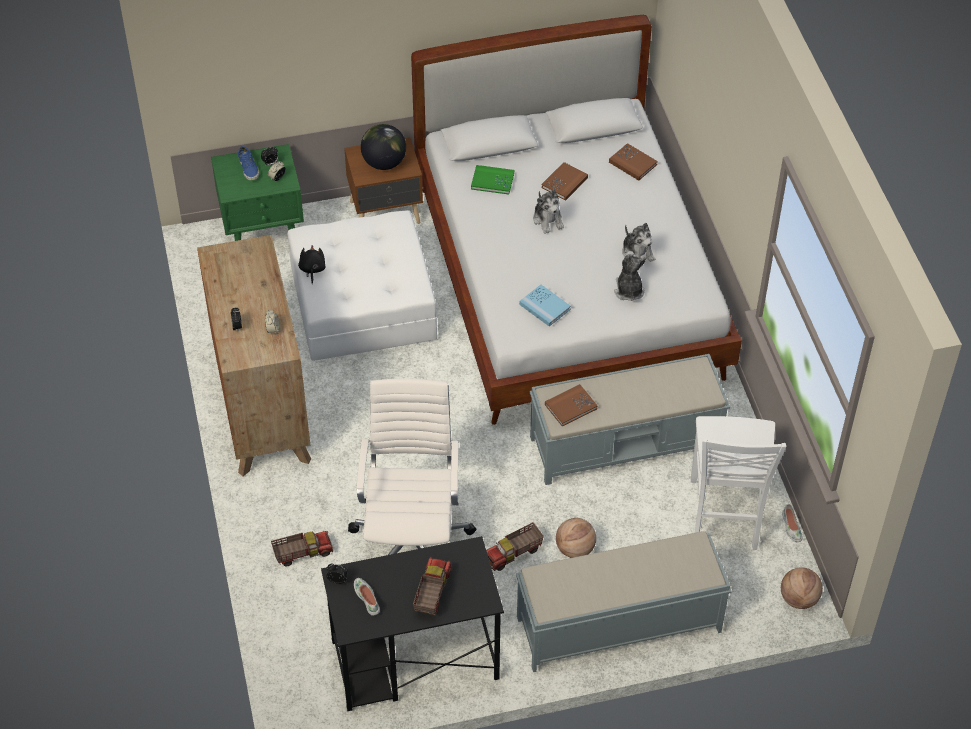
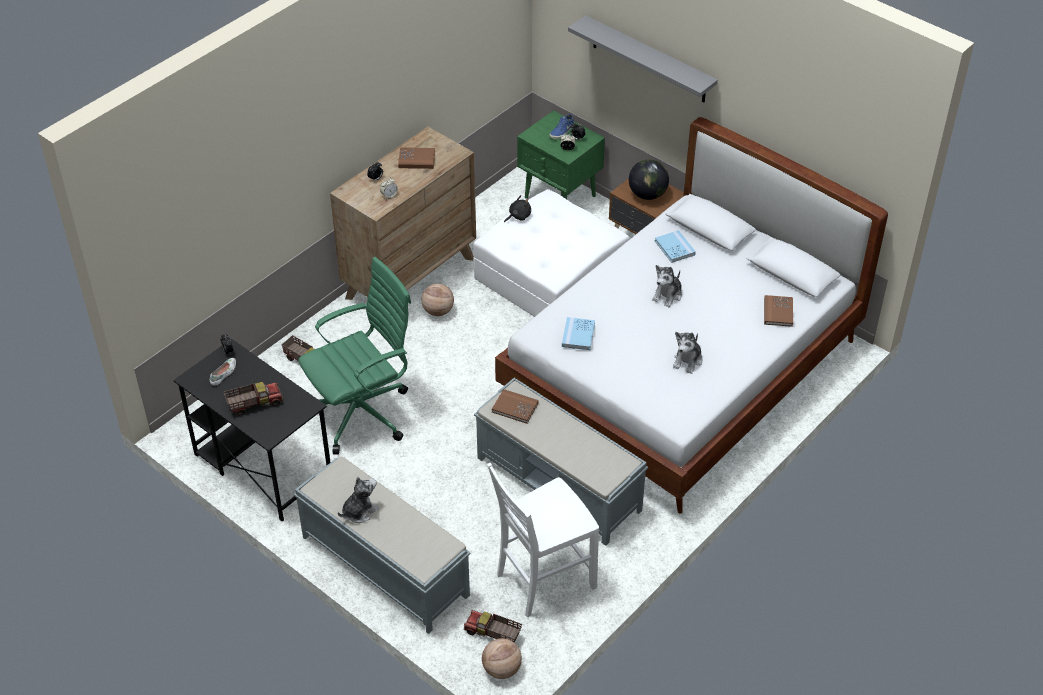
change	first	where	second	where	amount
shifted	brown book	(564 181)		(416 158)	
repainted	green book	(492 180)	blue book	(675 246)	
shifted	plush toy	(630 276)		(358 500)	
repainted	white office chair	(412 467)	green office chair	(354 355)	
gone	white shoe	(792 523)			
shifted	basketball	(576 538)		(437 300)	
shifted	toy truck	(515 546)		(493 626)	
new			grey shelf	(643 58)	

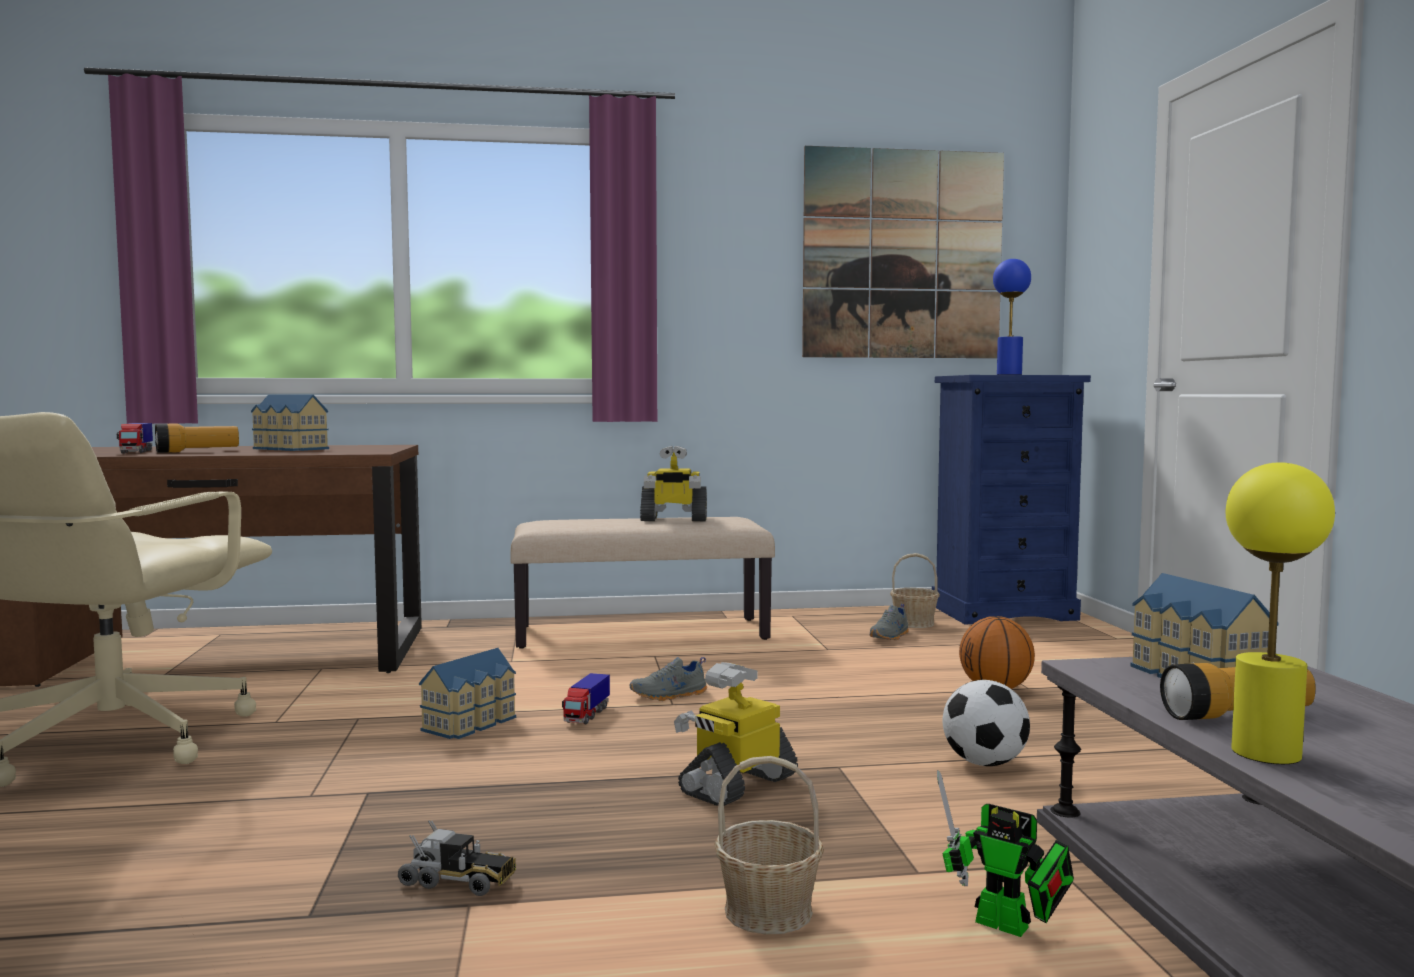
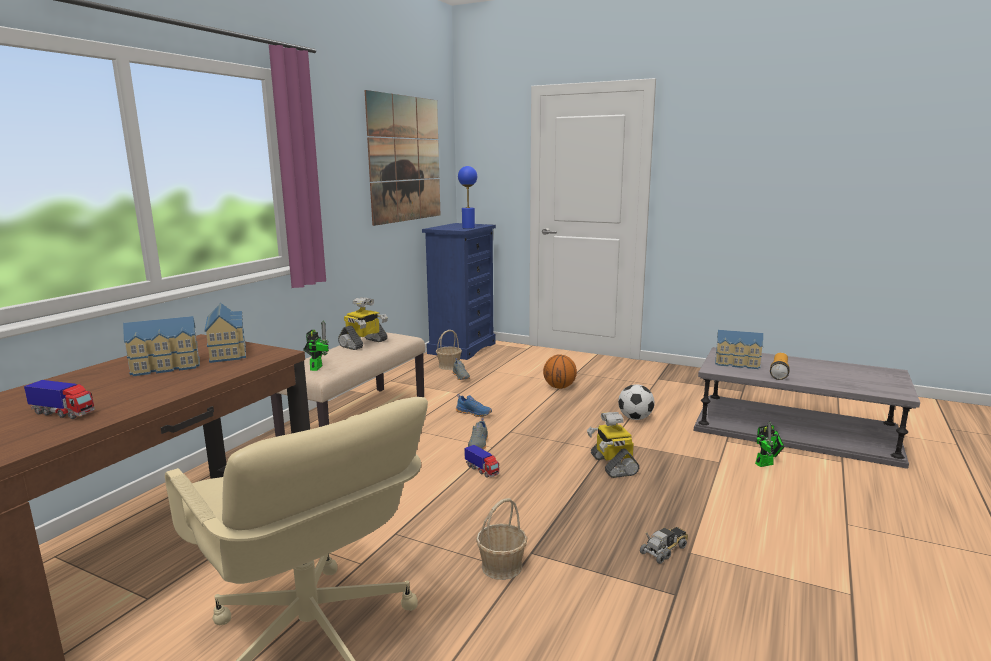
change	first	where	second	where	amount
gone	flashlight	(197 438)			
gone	yellow table lamp	(1280 613)			
shifted	toy house	(467 693)		(225 333)	
shifted	basket	(769 845)		(501 539)	
new			toy robot	(316 346)	
new			blue shoe	(474 405)	

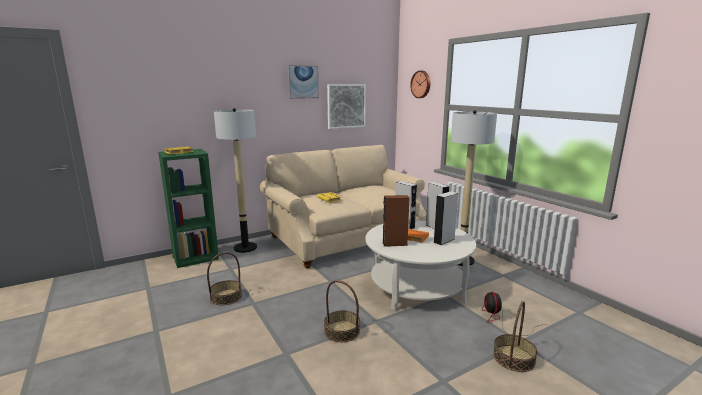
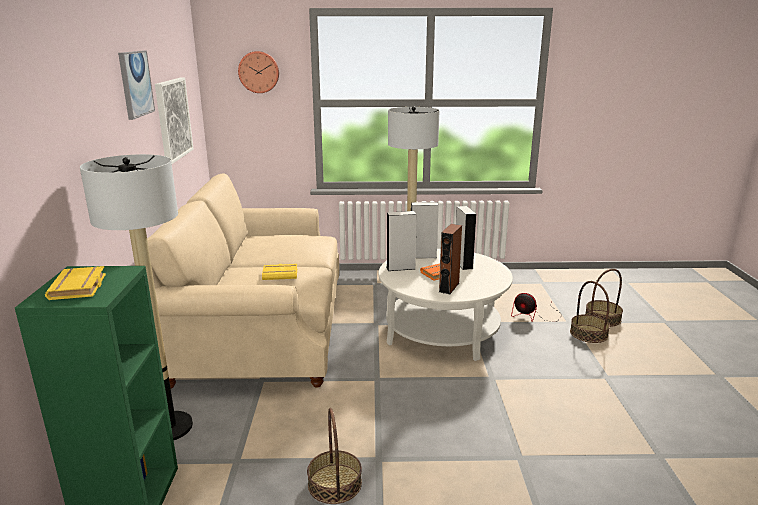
change	first	where	second	where	amount
shifted	basket	(342 311)		(604 298)	

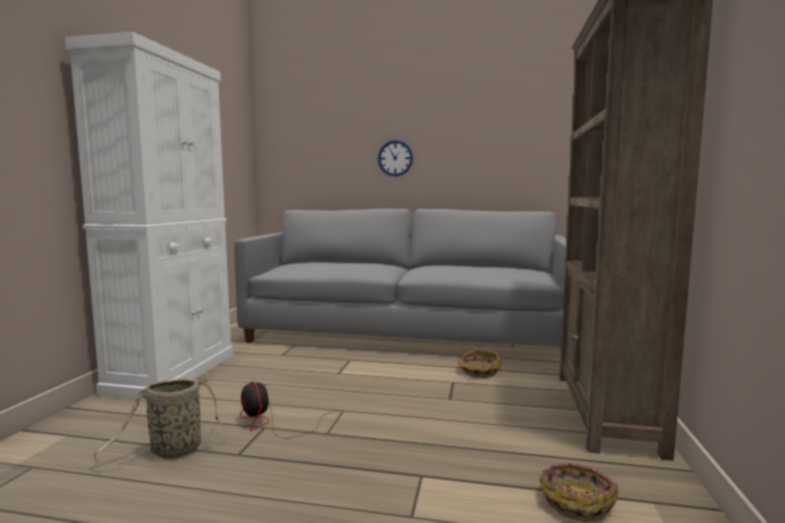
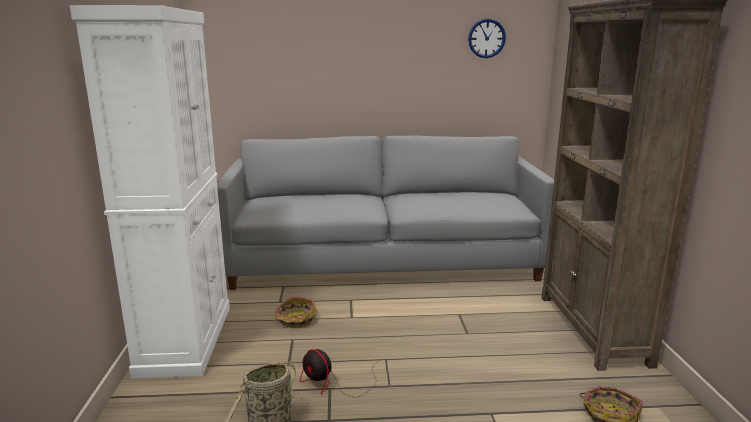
change	first	where	second	where	amount
shifted	wall clock	(395 158)		(487 38)	
shifted	basket	(480 363)		(296 312)	

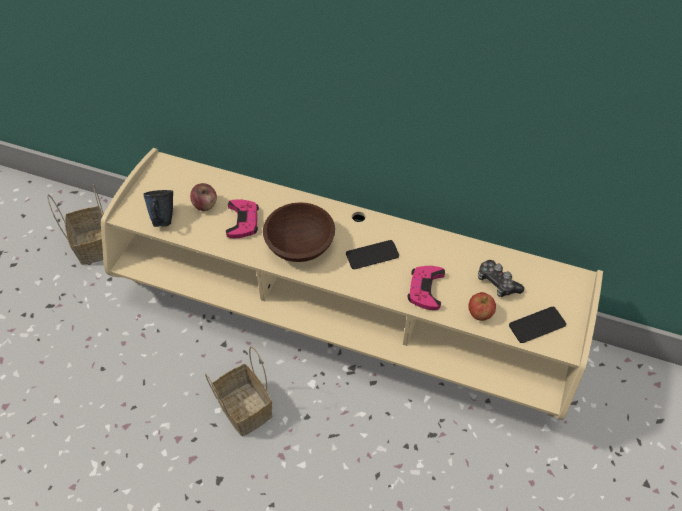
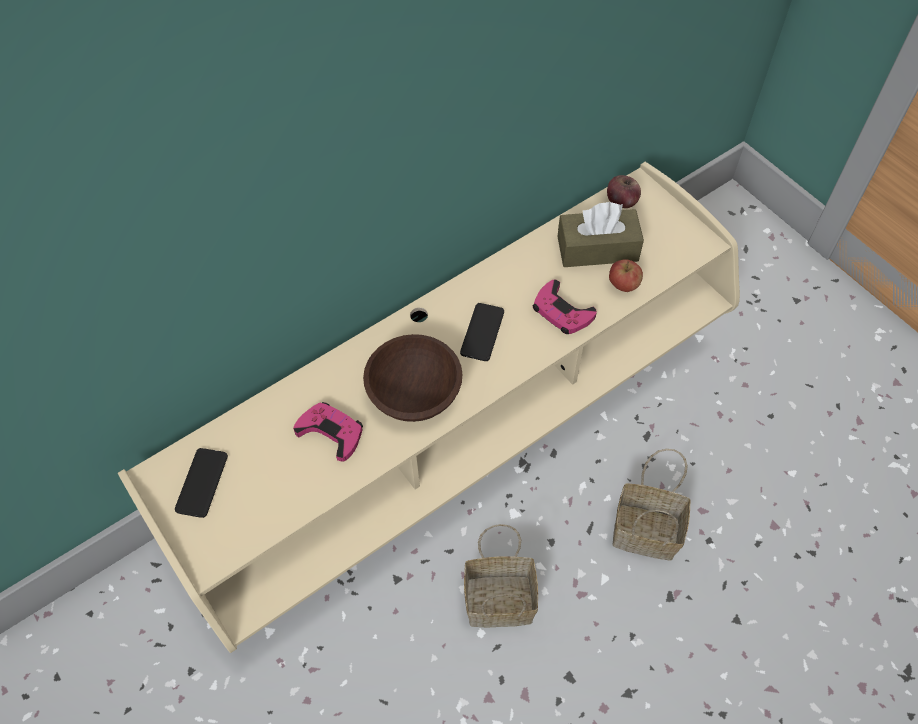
change	first	where	second	where	amount
shifted	apple	(203 197)		(624 191)	
shifted	basket	(75 224)		(651 505)	
gone	blue mug	(158 208)			
swapped	game controller	(501 278)	brown tissue box	(600 234)	
shifted	phone	(537 325)		(201 483)	

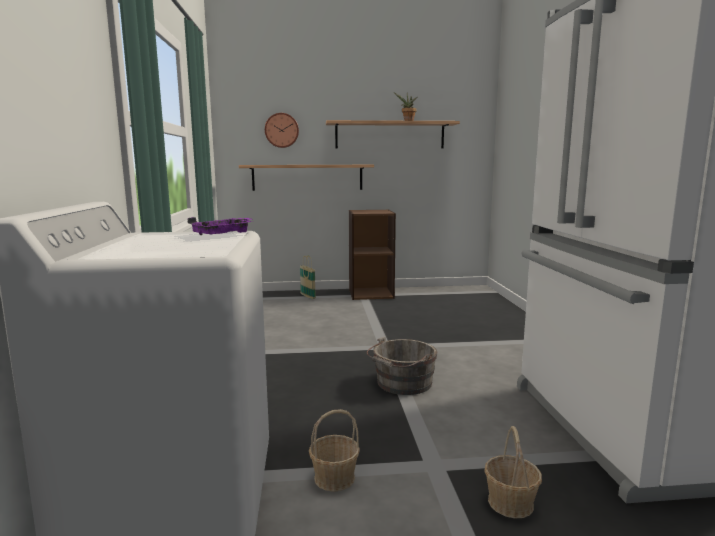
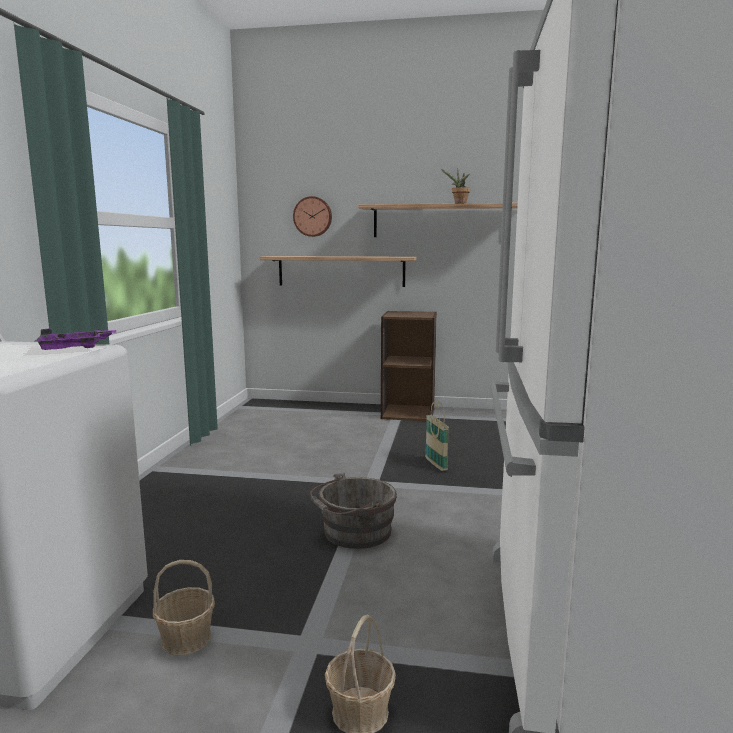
change	first	where	second	where	amount
shifted	basket	(308 277)		(437 436)	

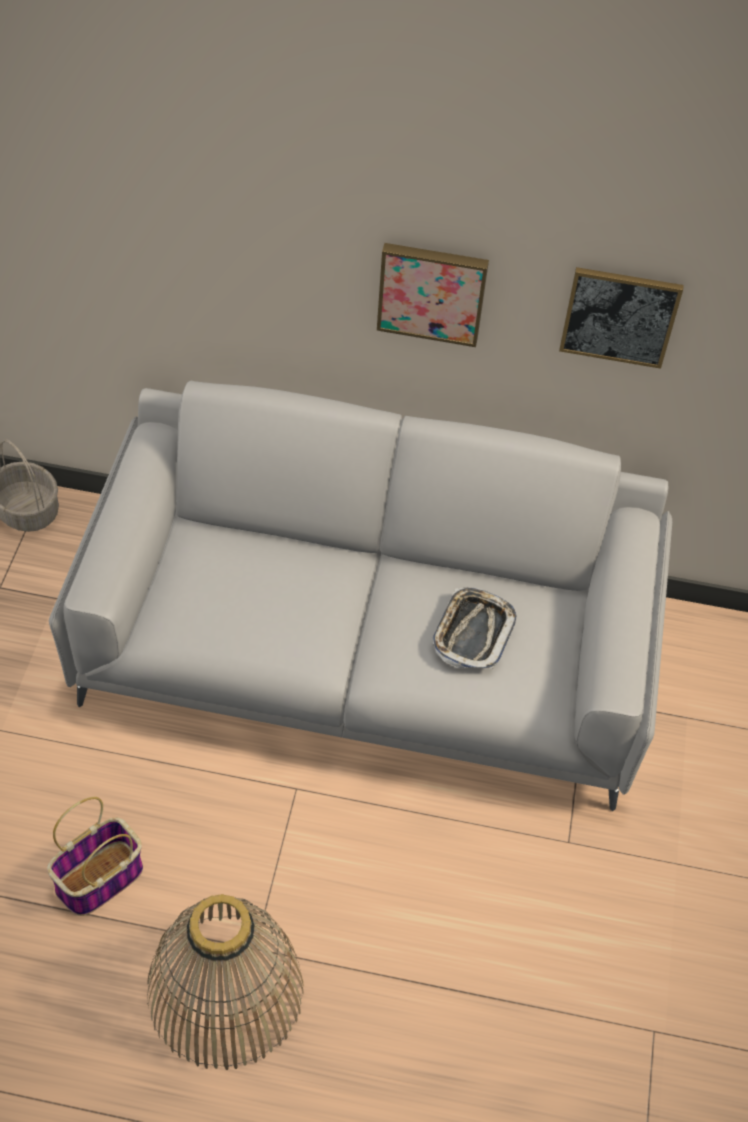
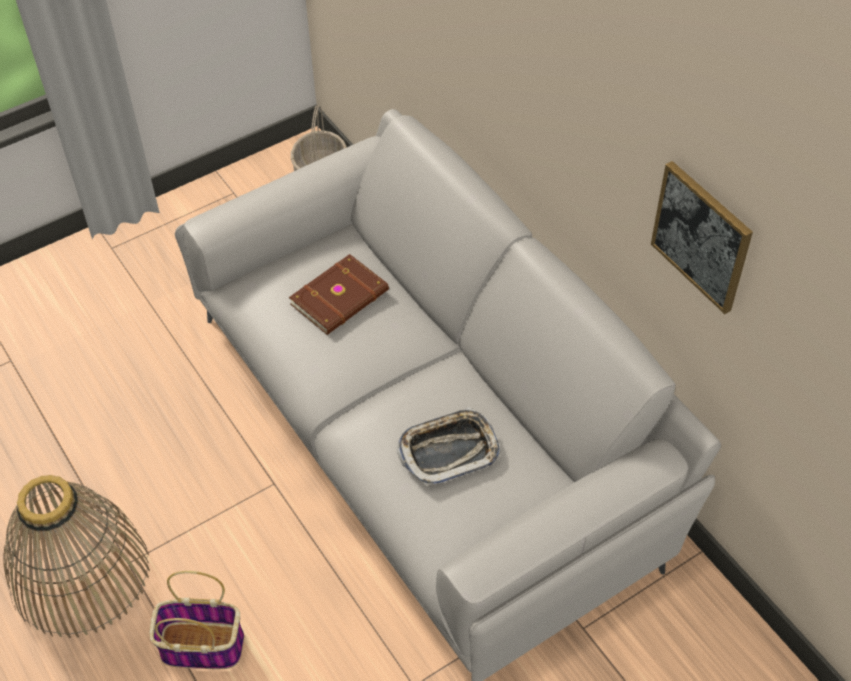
change	first	where	second	where	amount
gone	picture	(433 295)			
shifted	basket	(95 856)		(196 620)	
new			brown book	(339 294)	

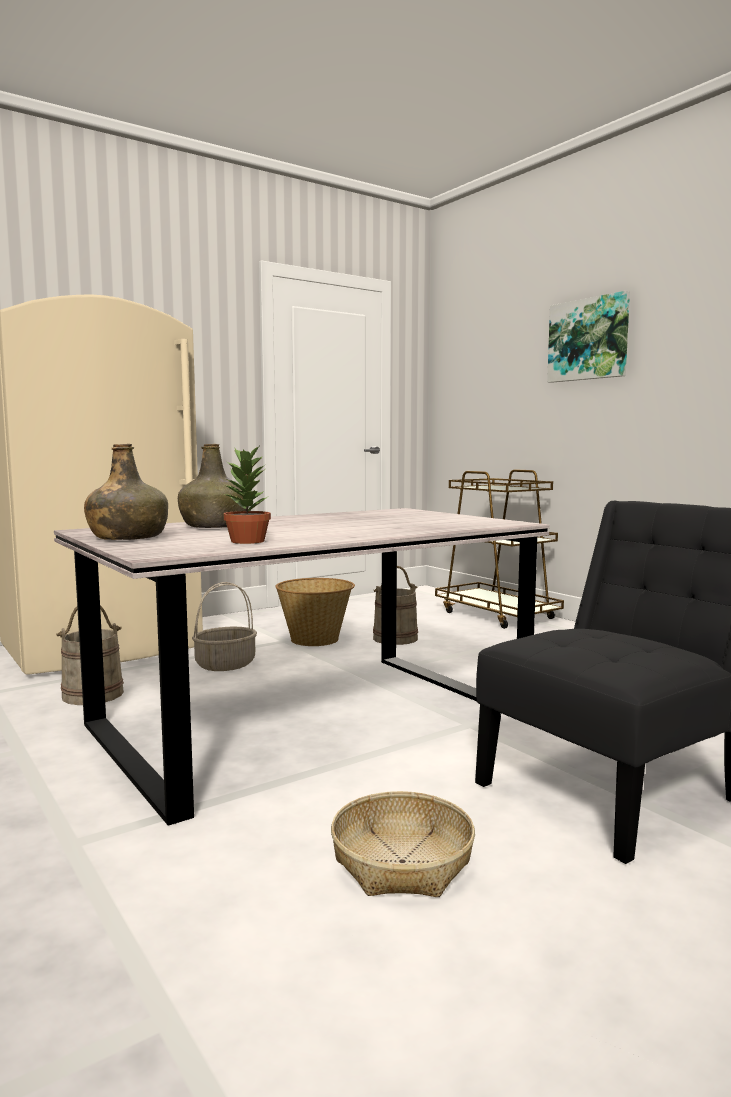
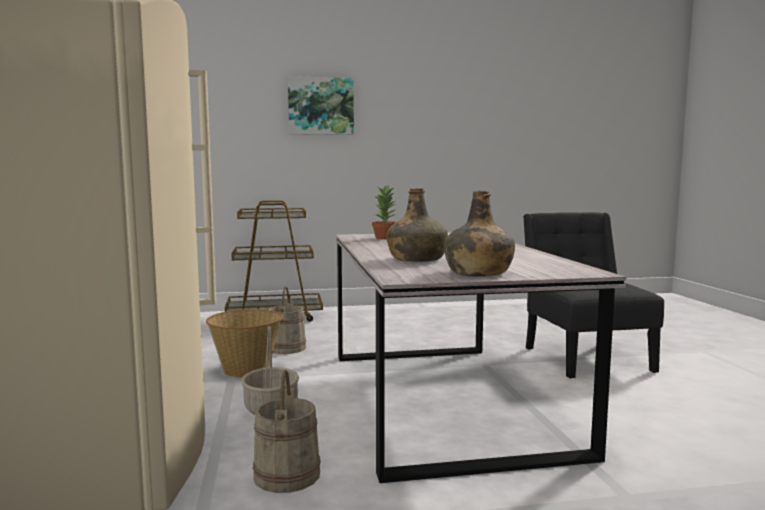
change	first	where	second	where	amount
shifted	potted plant	(247 494)		(384 212)	
gone	basket	(403 844)			

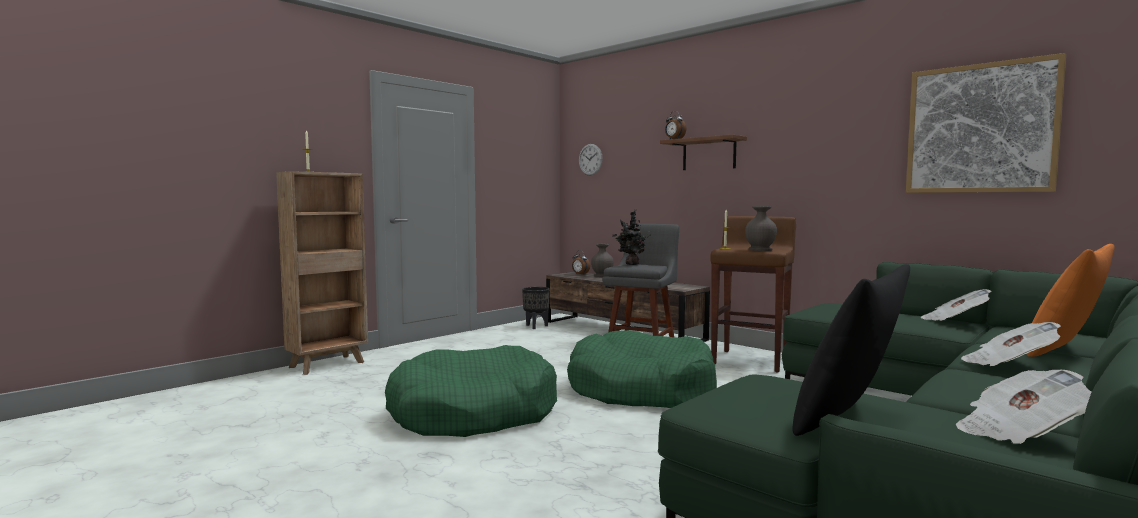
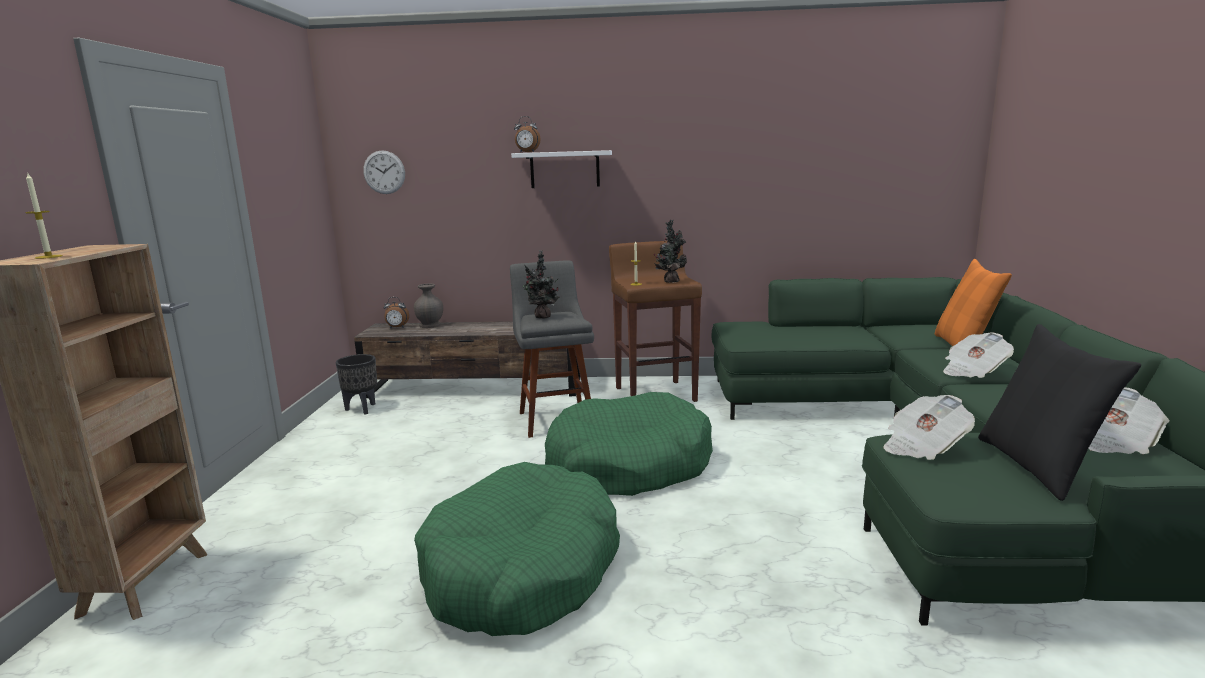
change	first	where	second	where	amount
gone	picture	(986 123)			
repainted	brown shelf	(703 152)	white shelf	(561 169)	
swapped	grey vase	(761 228)	potted plant	(671 251)	
shifted	newspaper	(956 305)		(929 427)	

